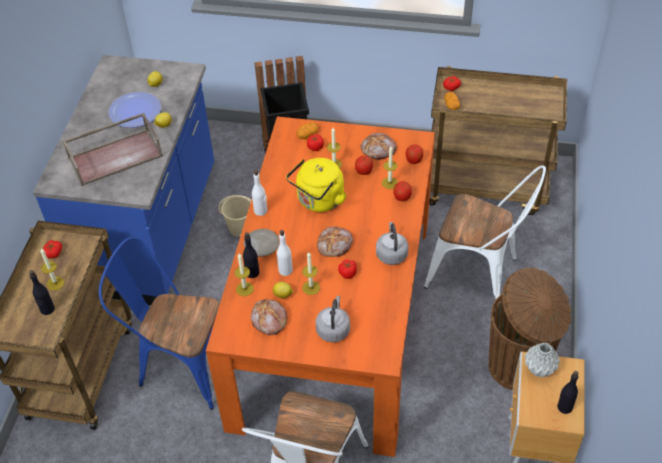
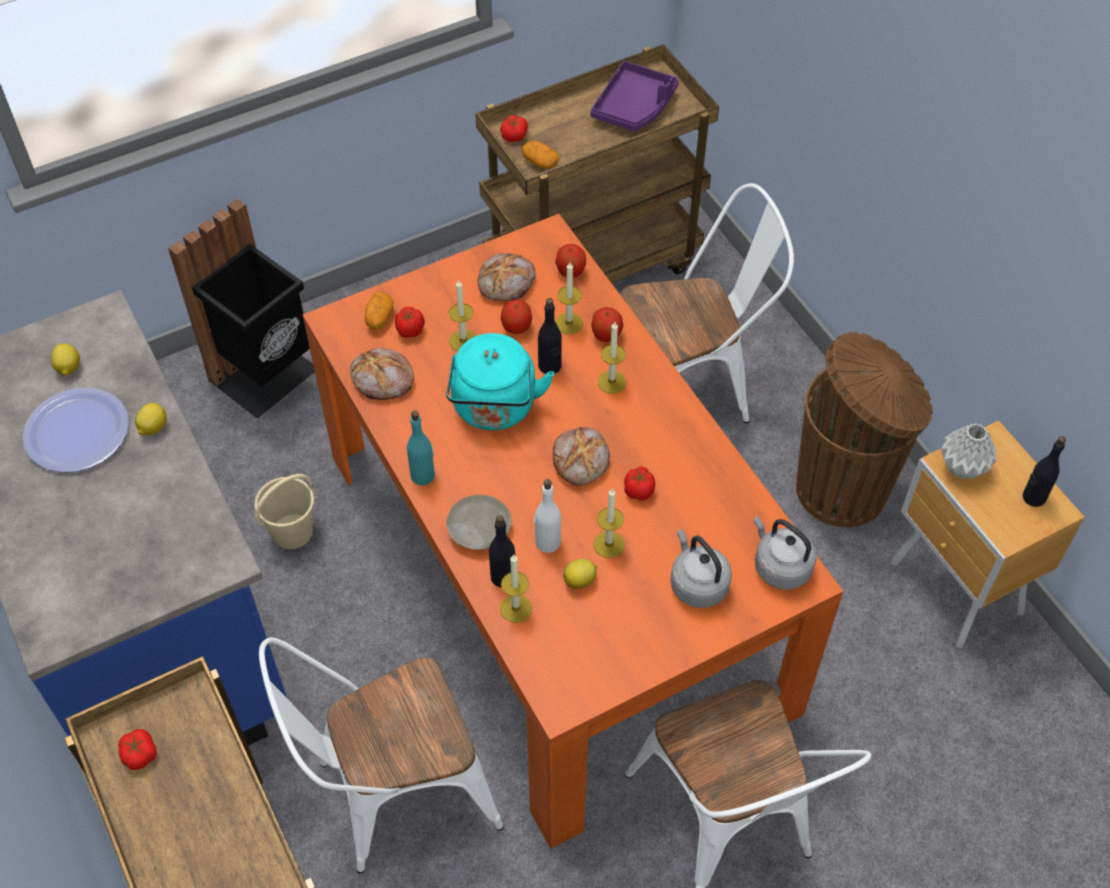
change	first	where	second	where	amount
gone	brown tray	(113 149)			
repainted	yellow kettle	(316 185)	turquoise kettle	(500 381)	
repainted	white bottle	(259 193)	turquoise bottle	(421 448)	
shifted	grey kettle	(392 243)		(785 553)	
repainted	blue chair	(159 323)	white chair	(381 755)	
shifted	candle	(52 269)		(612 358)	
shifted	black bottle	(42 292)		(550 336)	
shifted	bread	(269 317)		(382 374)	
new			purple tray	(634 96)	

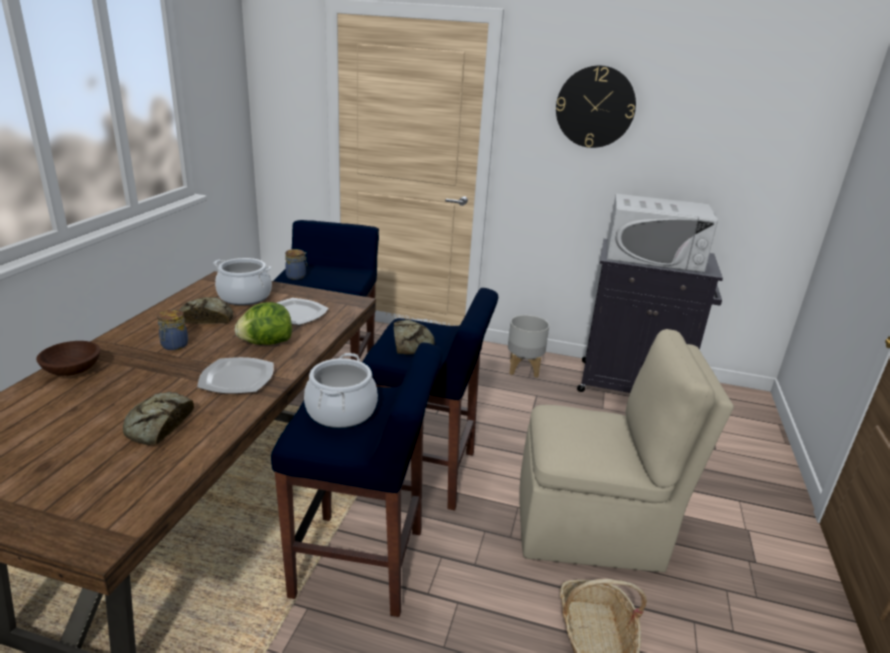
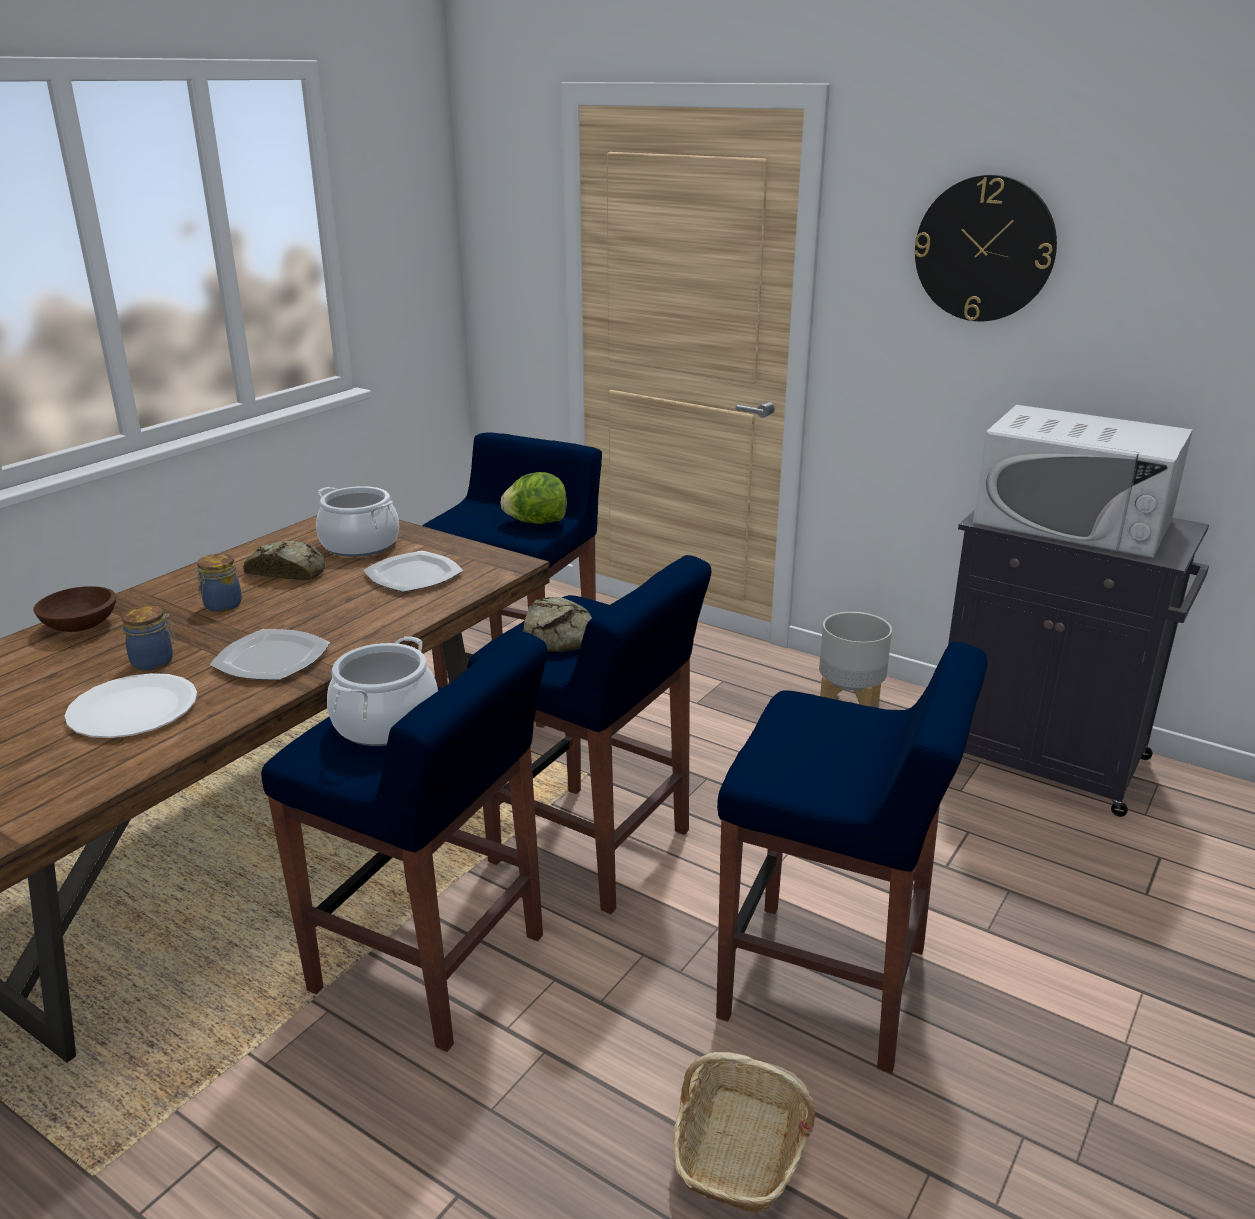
change	first	where	second	where	amount
shifted	jar	(296 264)		(149 638)	
shifted	lettuce	(263 323)		(533 498)	
swapped	beige chair	(627 450)	blue stool	(852 857)	
swapped	bread	(158 418)	white plate	(130 705)	

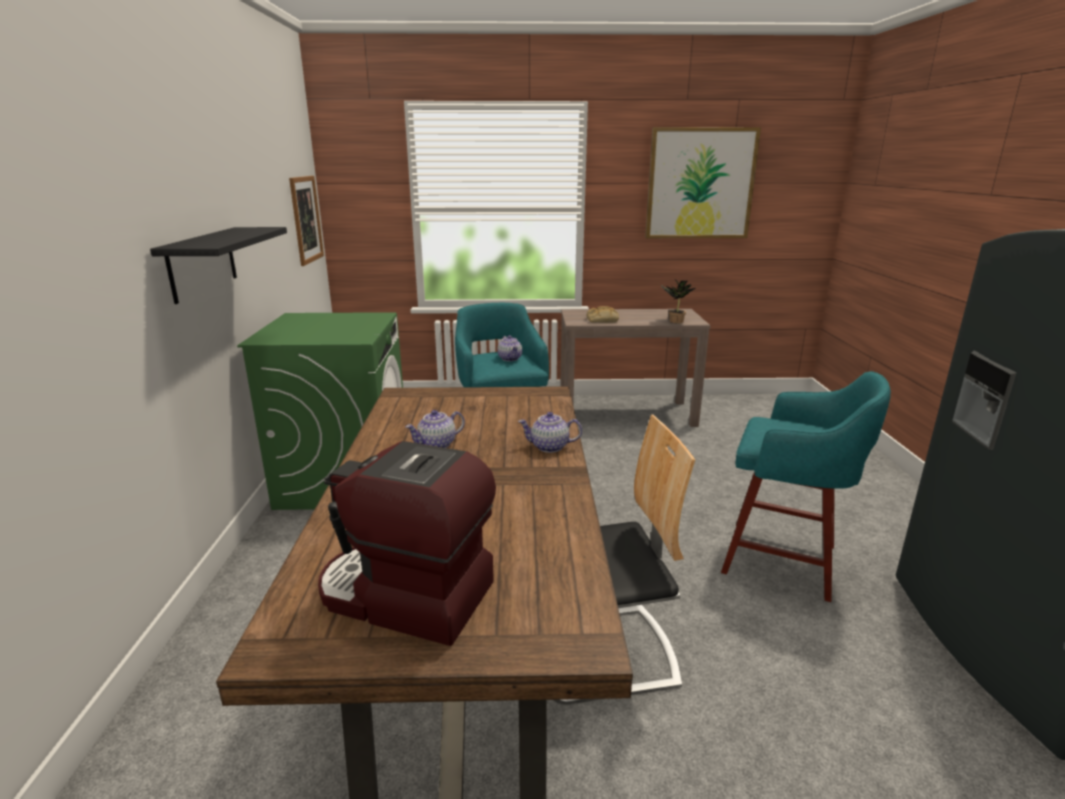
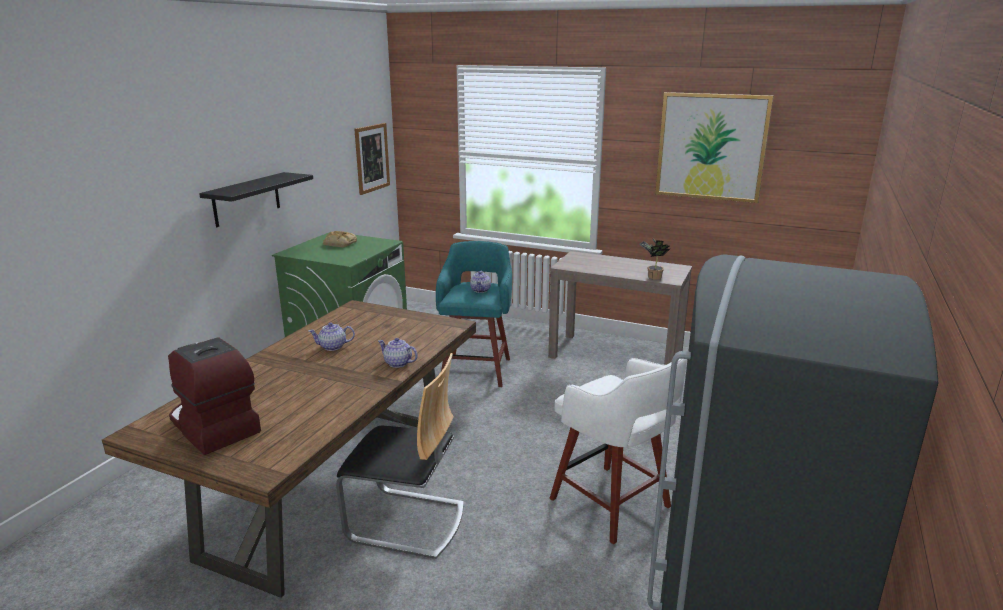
change	first	where	second	where	amount
shifted	bread	(603 314)		(340 239)	
repainted	turquoise stool	(806 486)	white stool	(618 451)	

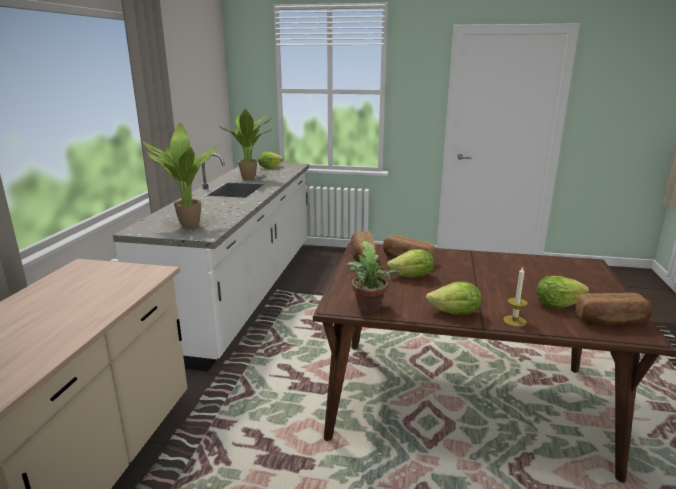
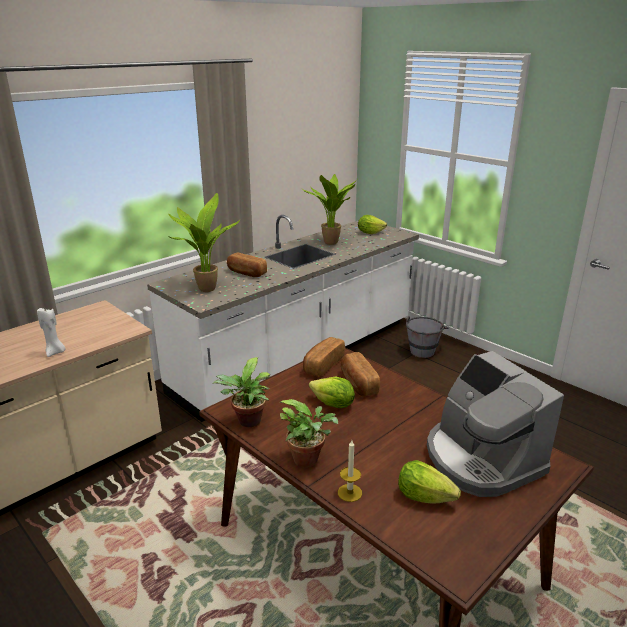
change	first	where	second	where	amount
swapped	lettuce	(454 298)	potted plant	(308 433)	
shifted	bread	(613 309)		(247 265)	
new			white candle	(51 331)	
new			grey bucket	(427 337)	
new			coffee machine	(495 424)	

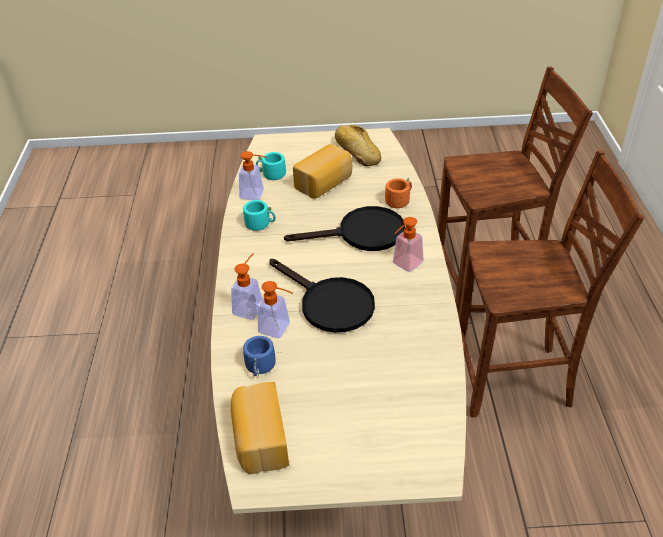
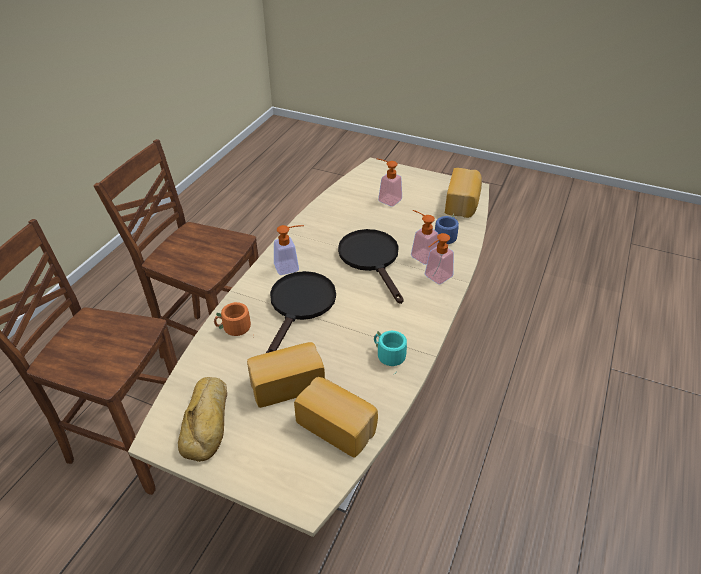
change	first	where	second	where	amount
shifted	soap dispenser	(253 175)		(389 183)	
swapped	turquoise mug	(271 167)	bread	(336 417)	
rotated	black frying pan	(344 228)		(301 312)	90 degrees clockwise

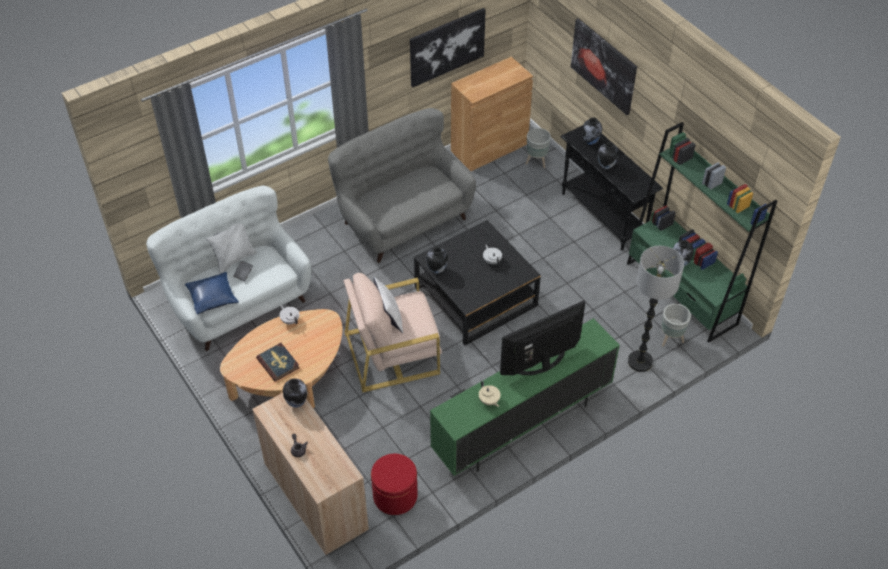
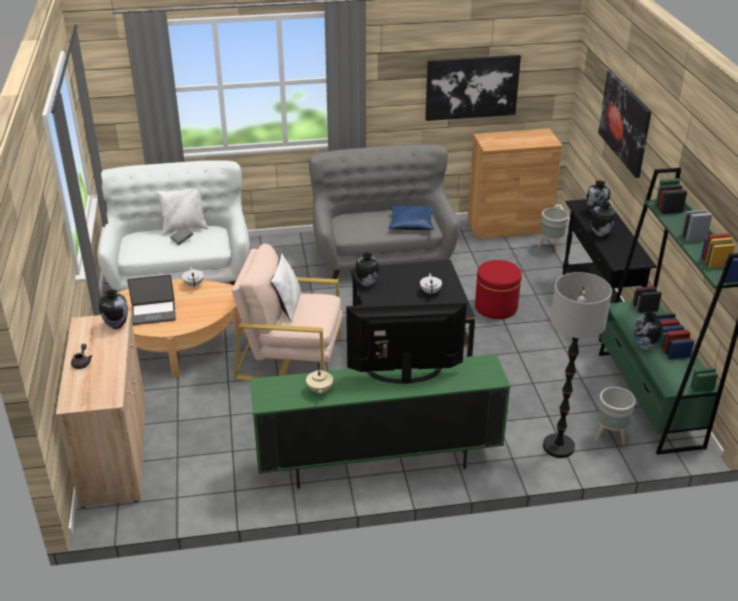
change	first	where	second	where	amount
shifted	blue pillow	(212 293)		(411 217)	
swapped	book	(277 362)	laptop	(151 299)	
shifted	red ottoman	(394 484)		(498 289)	

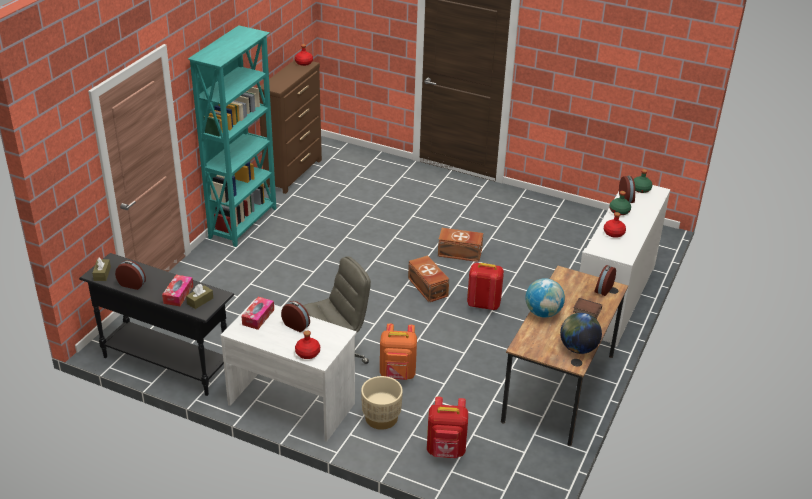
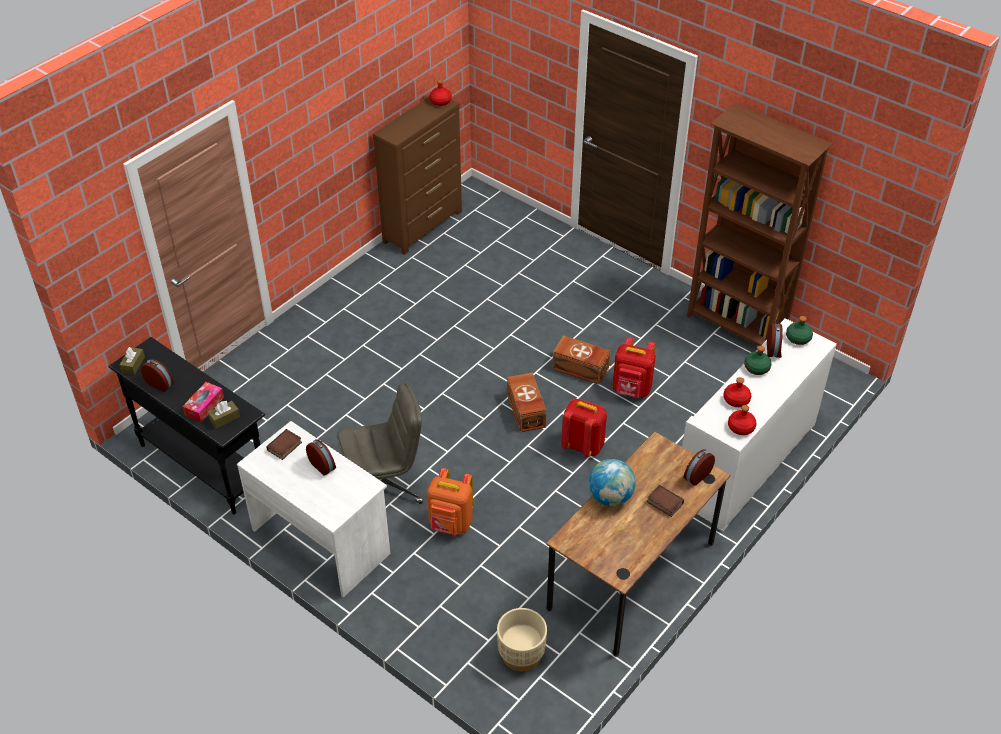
change	first	where	second	where	amount
gone	turquoise bookcase	(232 136)			
swapped	tissue box	(257 313)	book	(284 444)	
gone	globe	(581 333)			
shifted	red bottle	(307 345)		(742 420)	
shifted	beige planter	(382 403)		(522 639)	
shifted	red backpack	(447 427)		(634 367)	
new			brown bookcase	(760 224)	

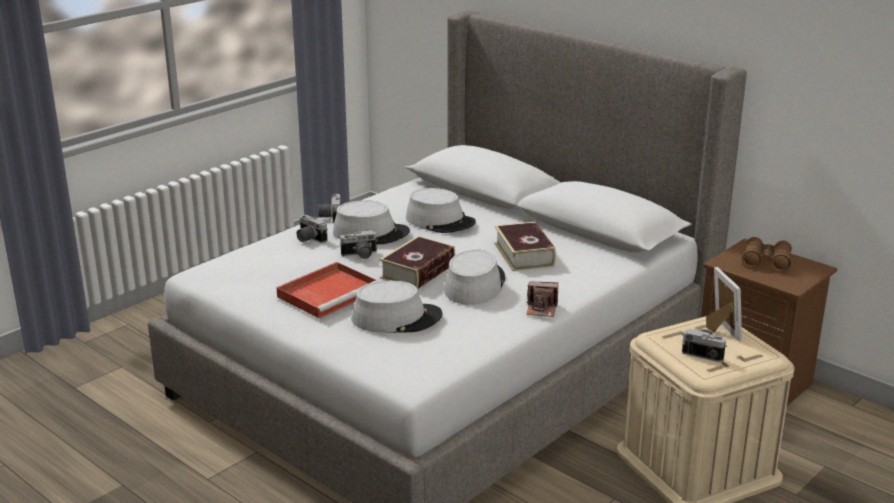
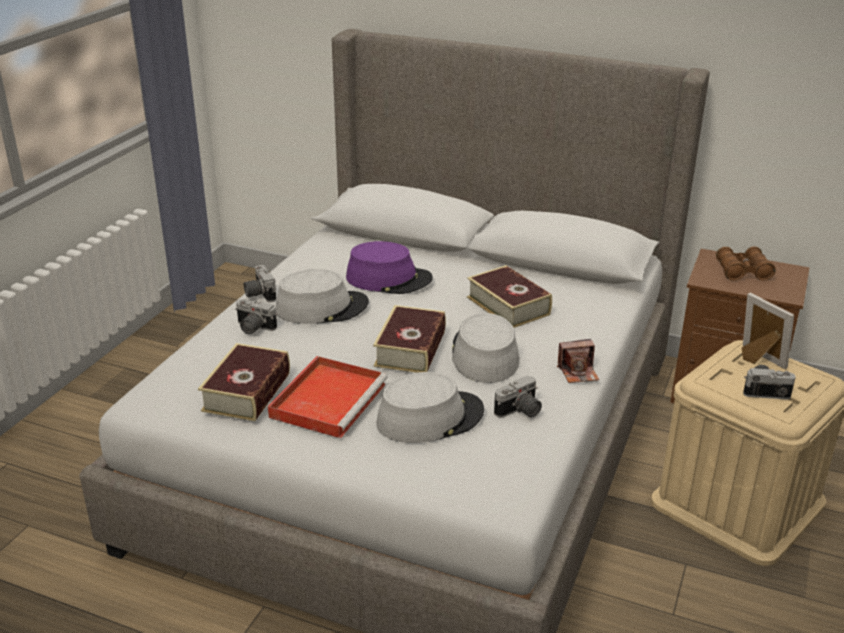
change	first	where	second	where	amount
repainted	grey hat	(441 210)	purple hat	(389 267)	
shifted	photo camera	(359 244)		(518 396)	
new			book	(244 382)	

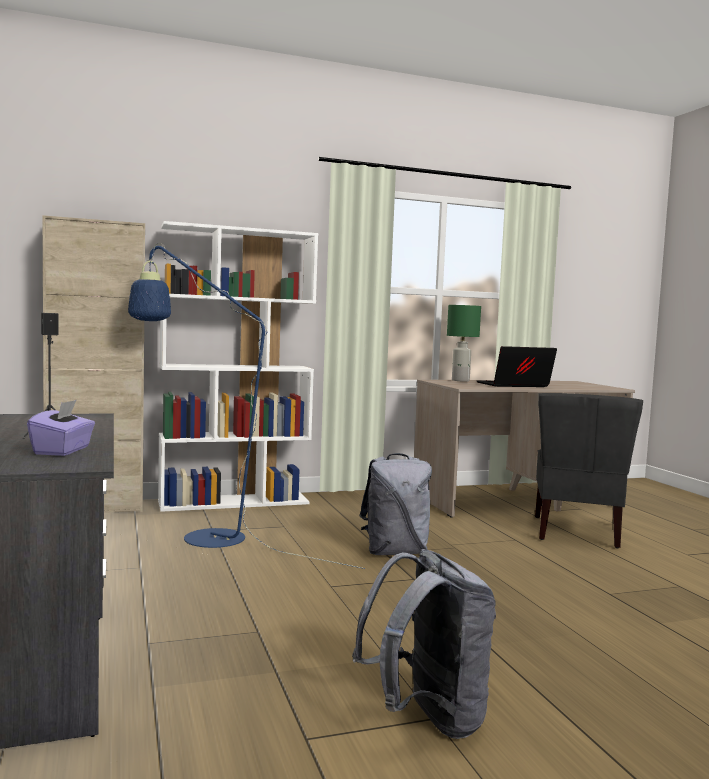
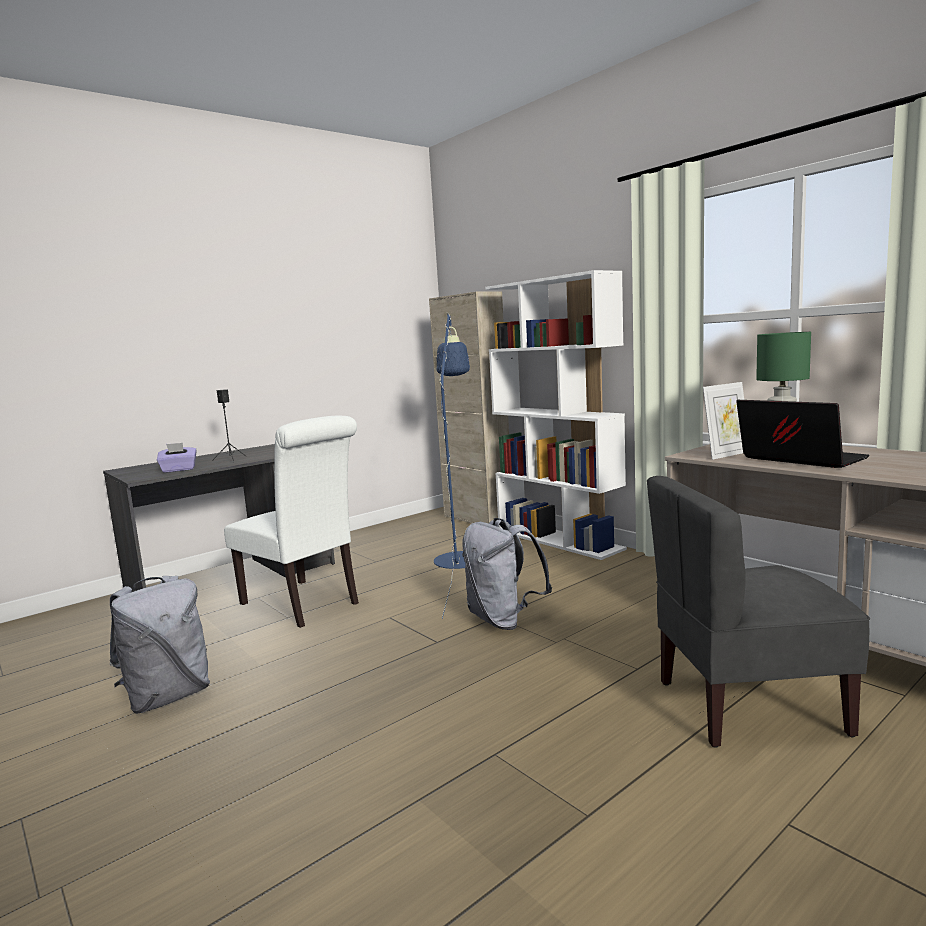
change	first	where	second	where	amount
new			picture frame	(723 421)	
new			white chair	(291 522)	

